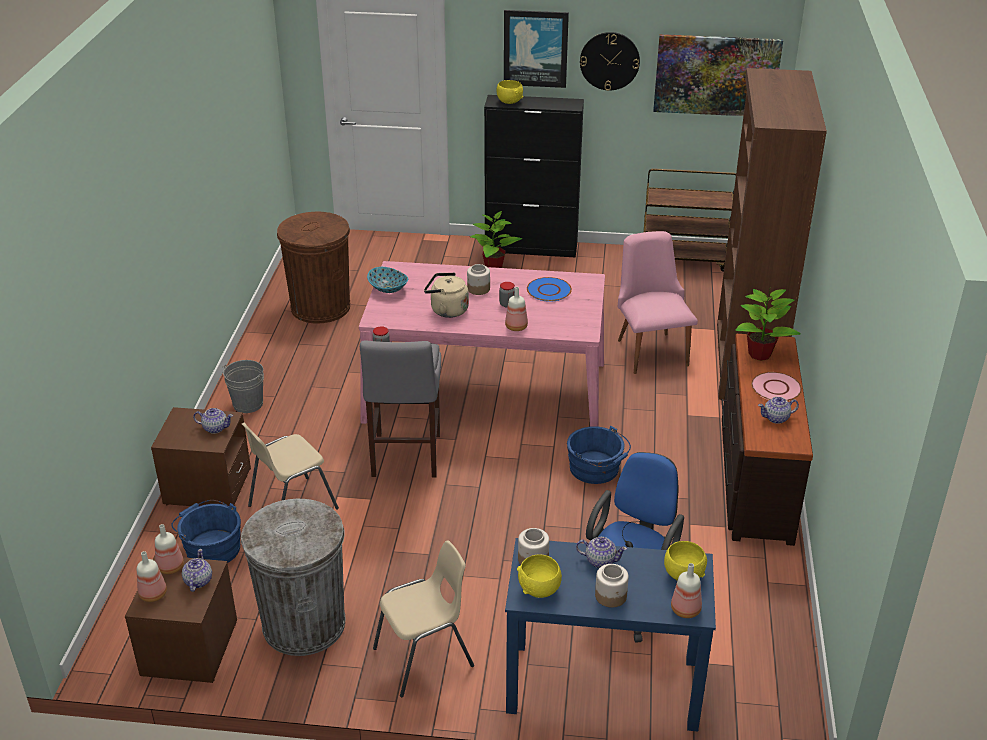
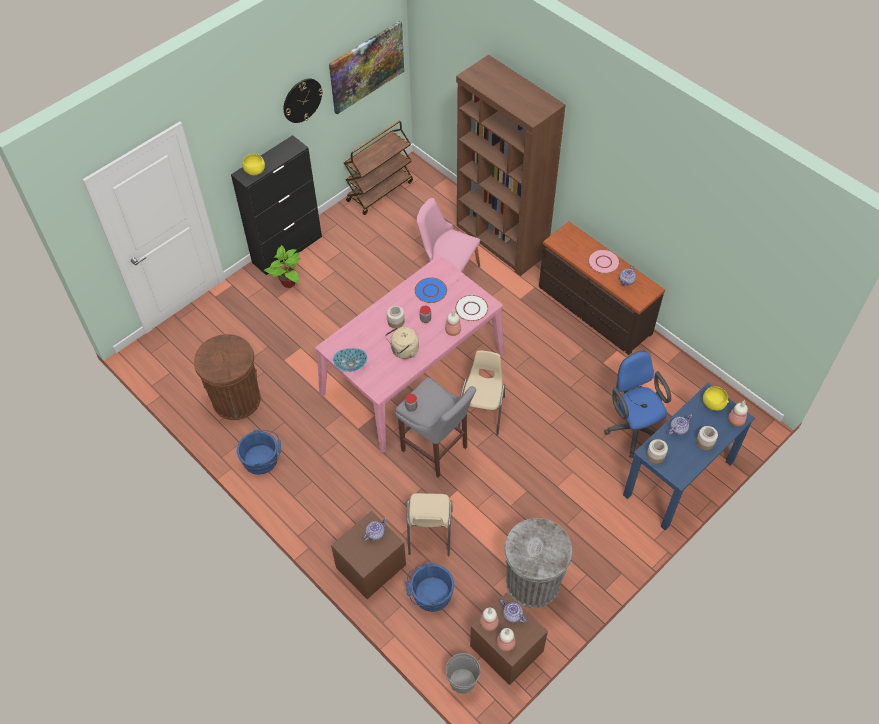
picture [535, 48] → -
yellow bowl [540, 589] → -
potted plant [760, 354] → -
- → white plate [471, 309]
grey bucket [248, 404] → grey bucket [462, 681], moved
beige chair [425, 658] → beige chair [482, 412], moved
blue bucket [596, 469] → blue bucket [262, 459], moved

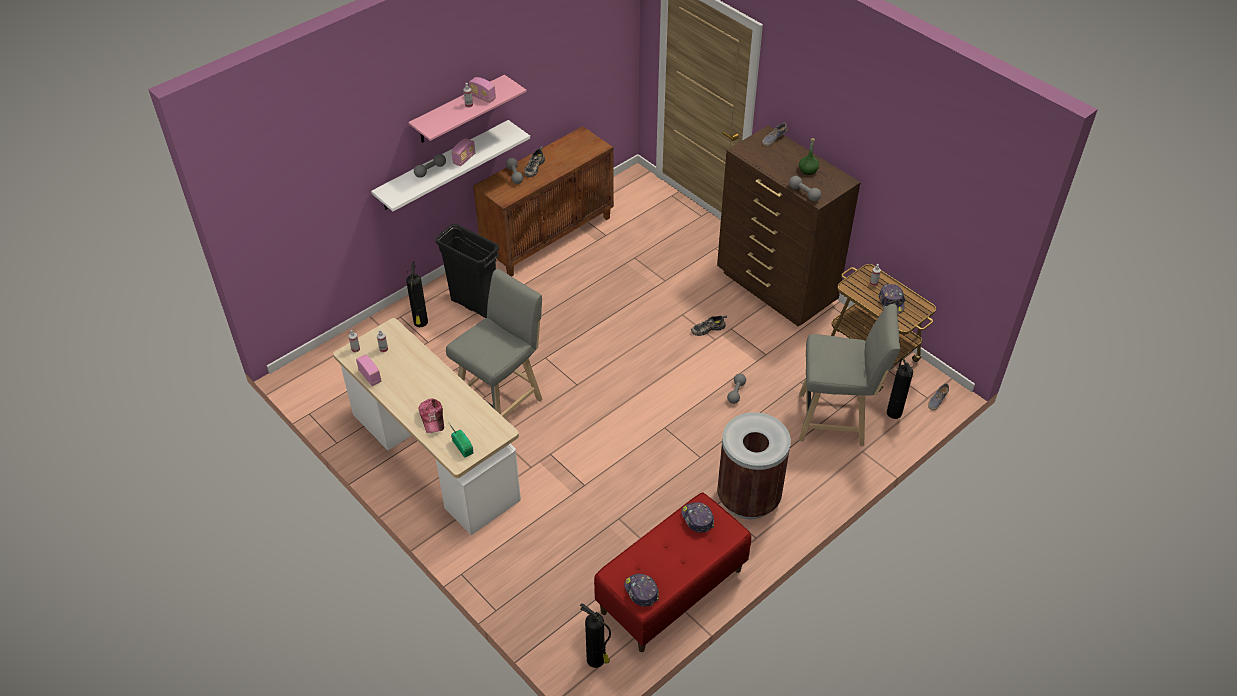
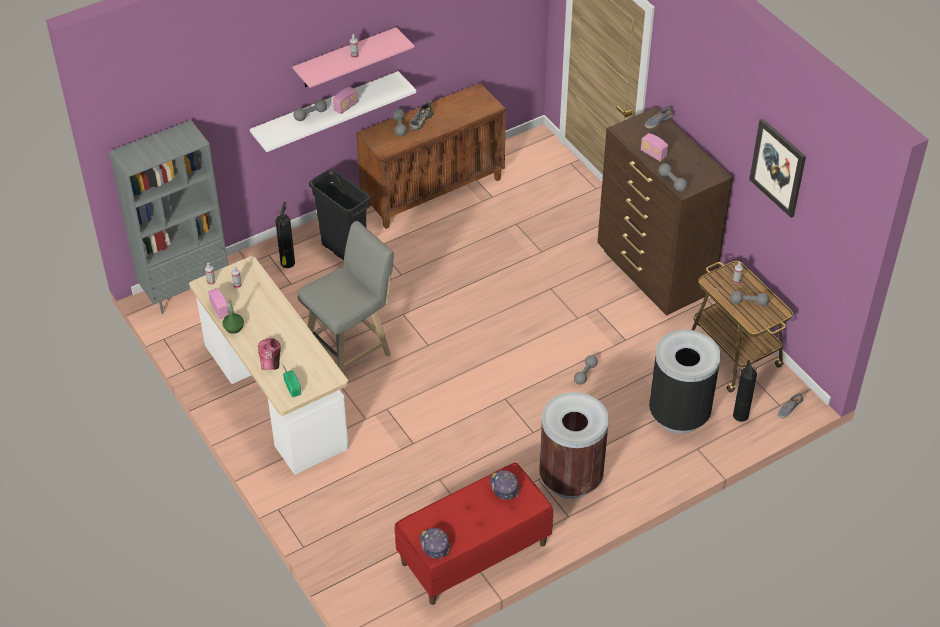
fire extinguisher [596, 660] → -
shoe [708, 328] → -
- → grey bookcase [186, 290]
- → picture [778, 167]
radio [482, 97] → radio [653, 154], moved
green bottle [808, 170] → green bottle [234, 328], moved
grey stool [836, 420] → black trash can [679, 414]
cap [891, 302] → grey dumbbell [748, 303]

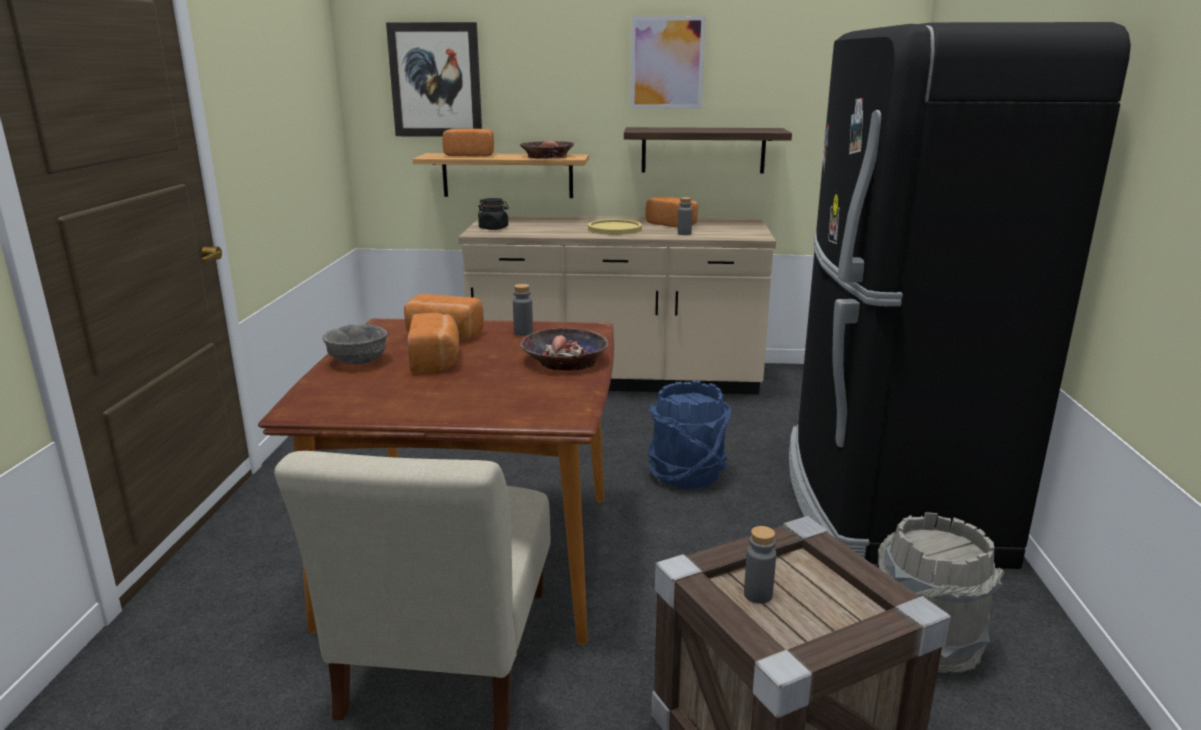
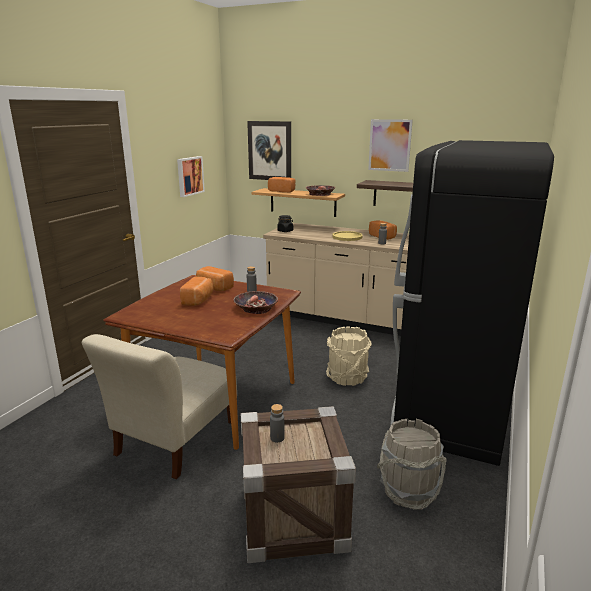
grey bowl [357, 361] → -
- → picture [189, 176]
blue bucket [687, 474] → beige bucket [347, 377]

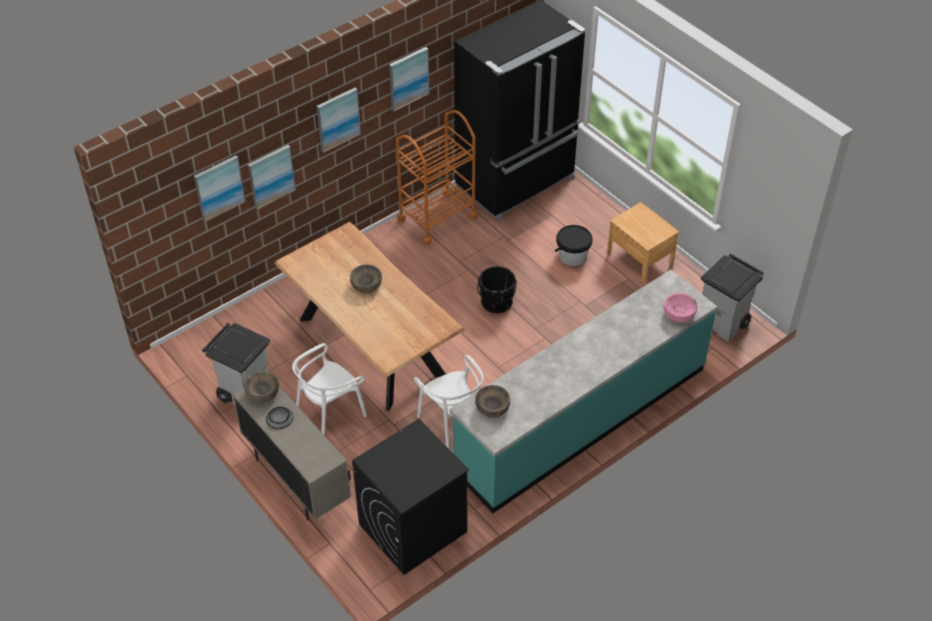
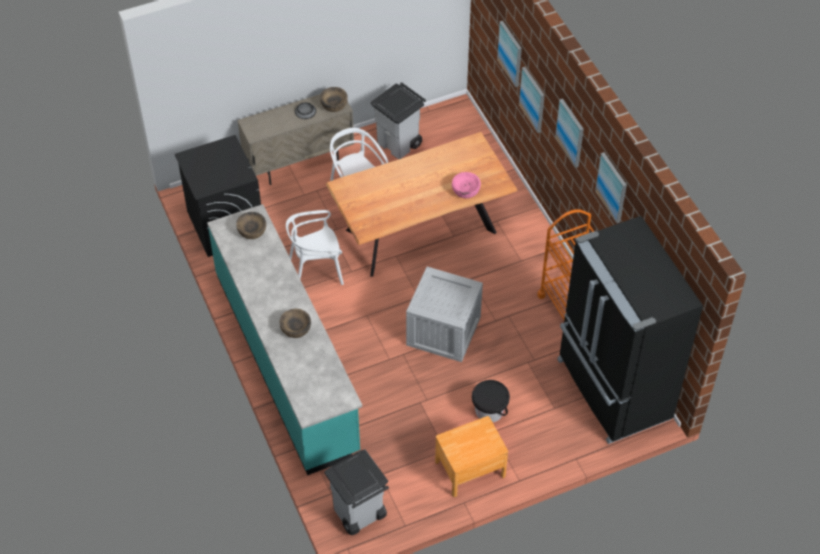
brown bowl [366, 285] → brown bowl [296, 328], moved
pink bowl [679, 314] → pink bowl [466, 190], moved
black bucket [496, 304] → crate [444, 332]

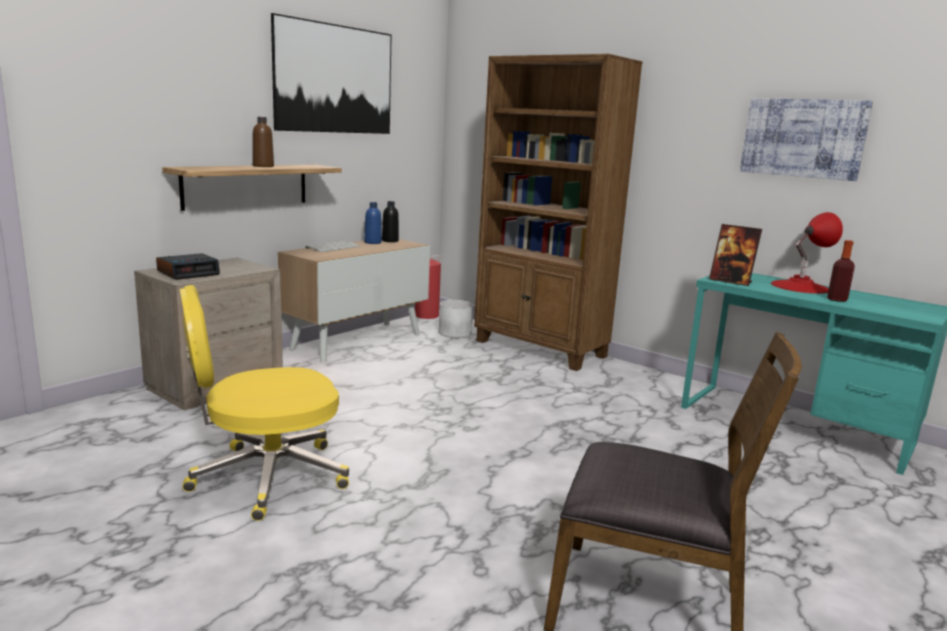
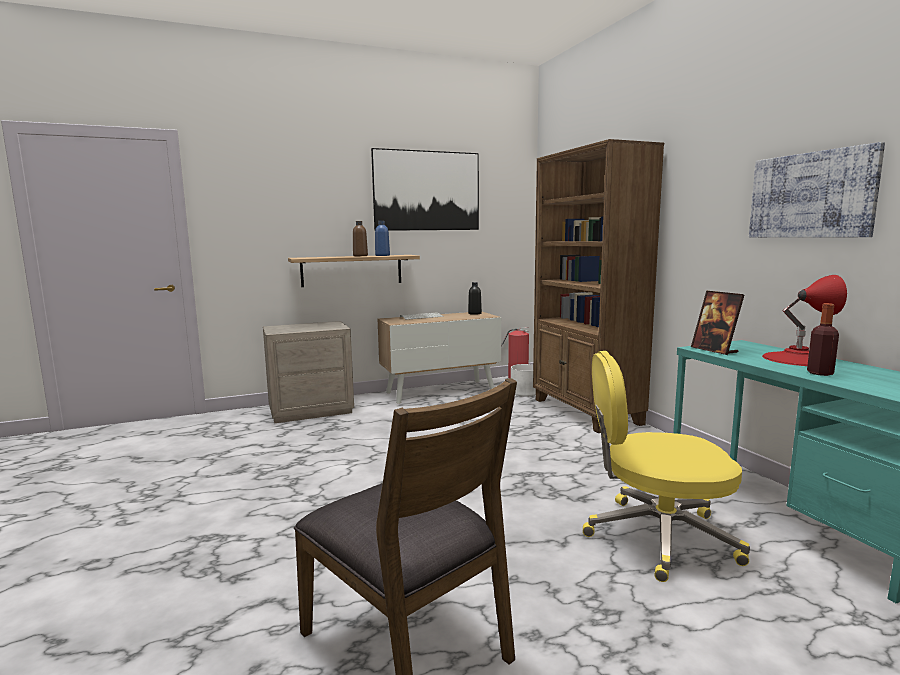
alarm clock [188, 273] → -
yellow office chair [266, 477] → yellow office chair [657, 537], moved
blue bottle [372, 242] → blue bottle [382, 255], moved

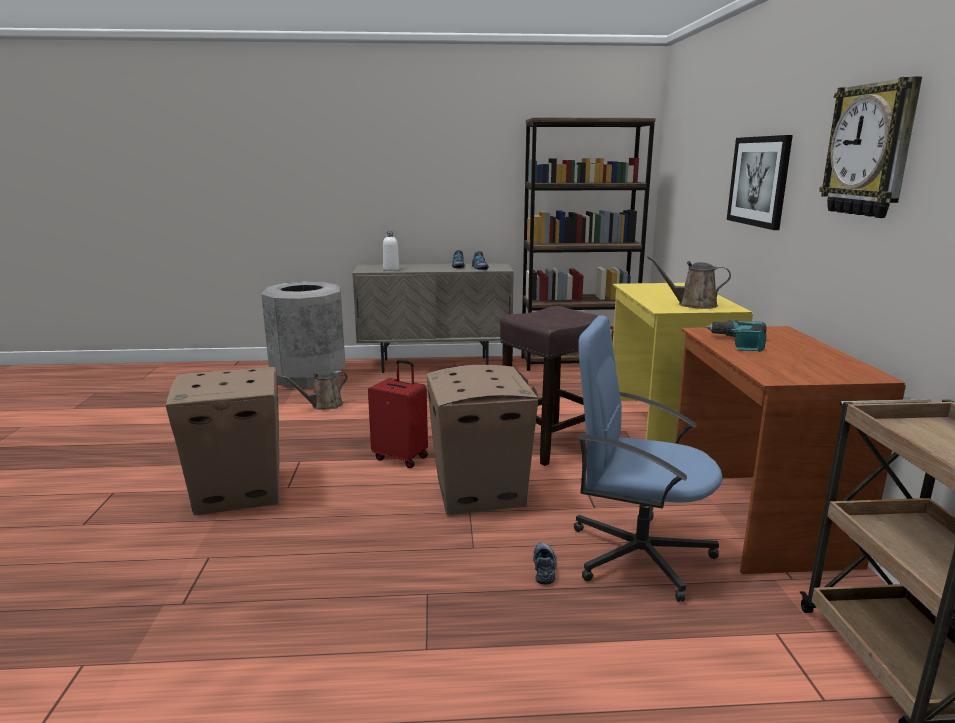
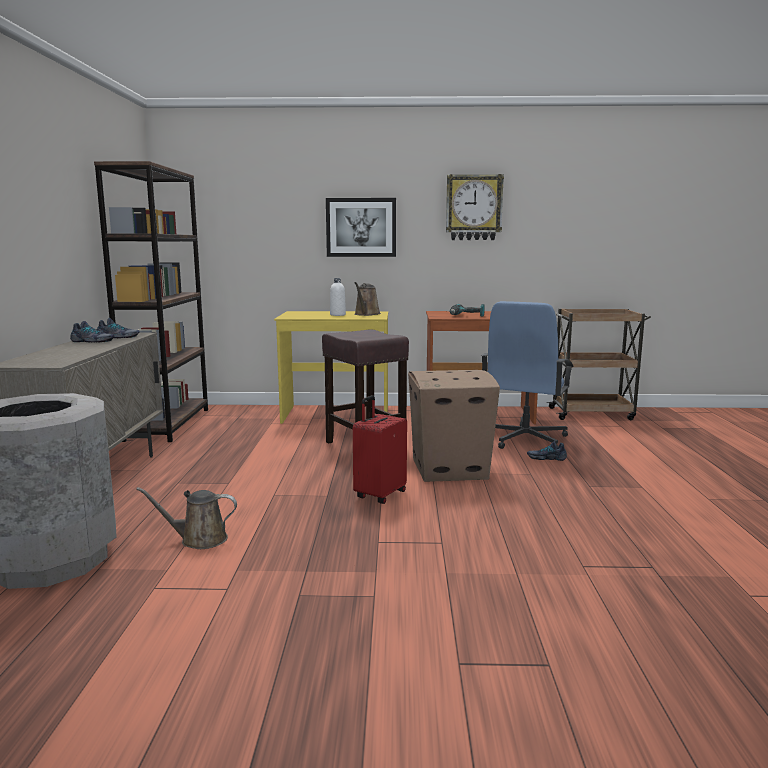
cardboard box [240, 490] → -
white bottle [391, 269] → white bottle [337, 315], moved
brown watering can [324, 405] → brown watering can [199, 539], 120 degrees clockwise

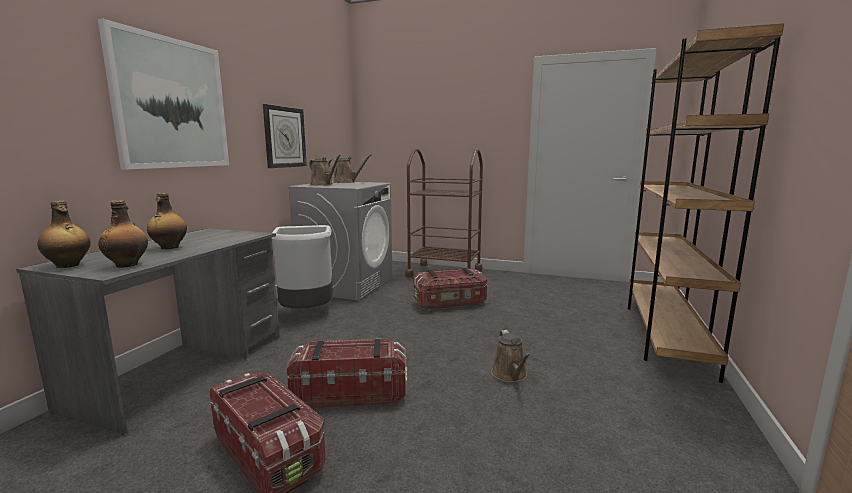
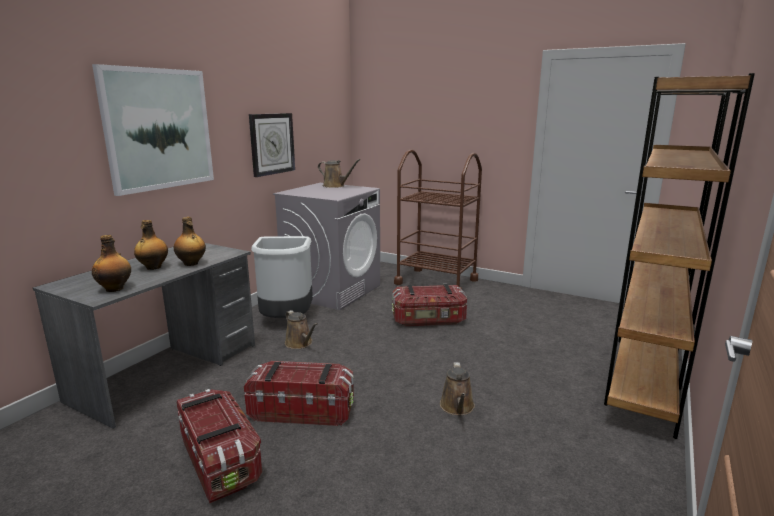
bottle [68, 265] → bottle [191, 264], moved
brown watering can [323, 184] → brown watering can [300, 343], moved

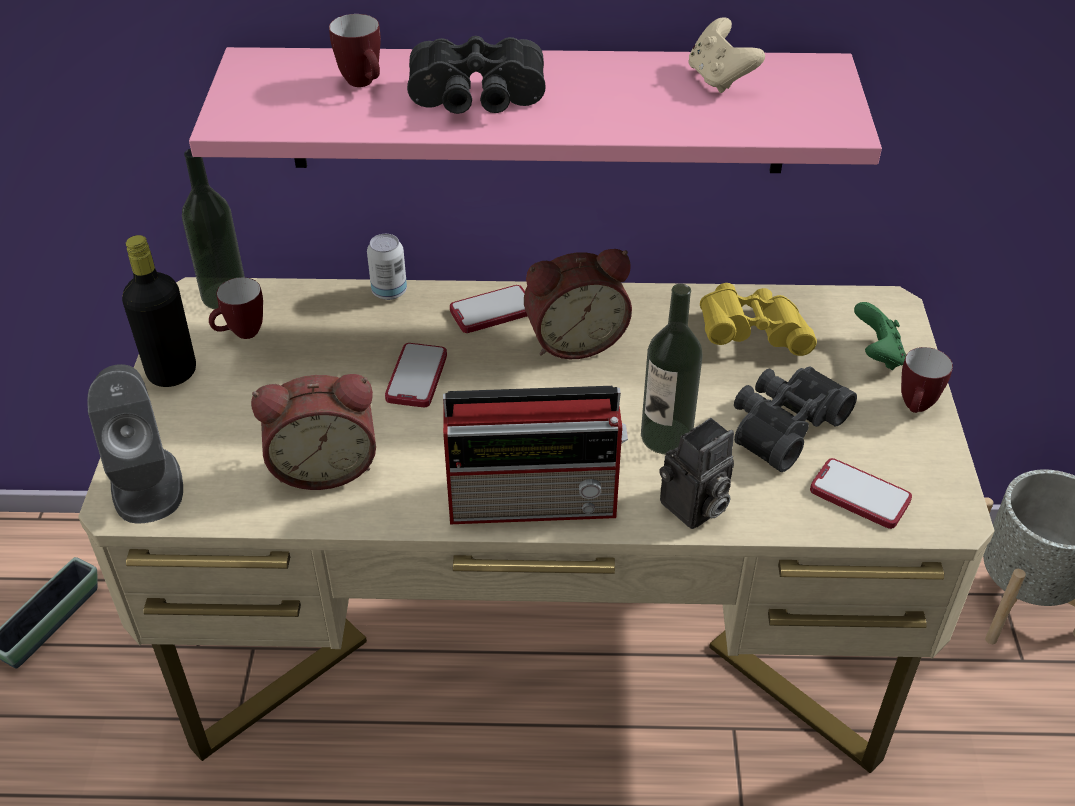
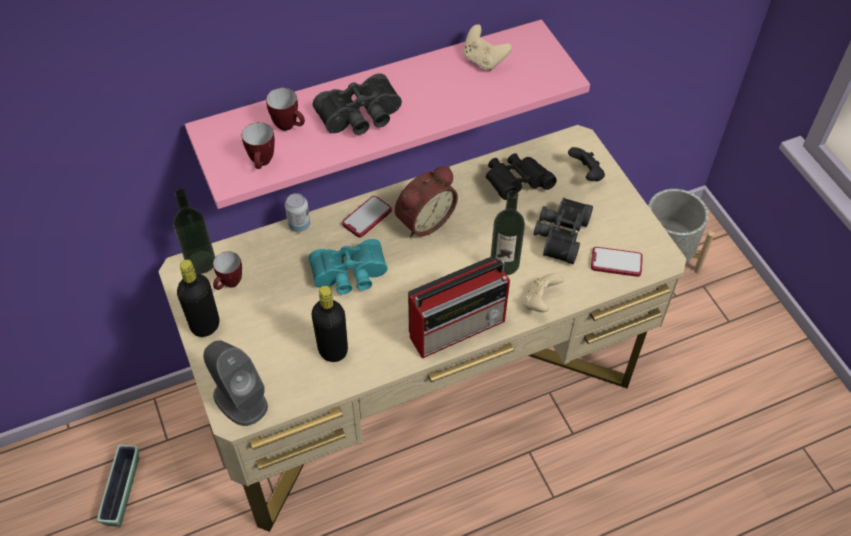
mug [916, 409] → mug [262, 163], moved
alarm clock [324, 465] → black bottle [333, 350]
phone [416, 377] → turquoise binoculars [350, 276]
photo camera [693, 508] → beige game controller [540, 301]
yellow binoculars [751, 335] → black binoculars [516, 184]
green game controller [877, 355] → black game controller [586, 174]

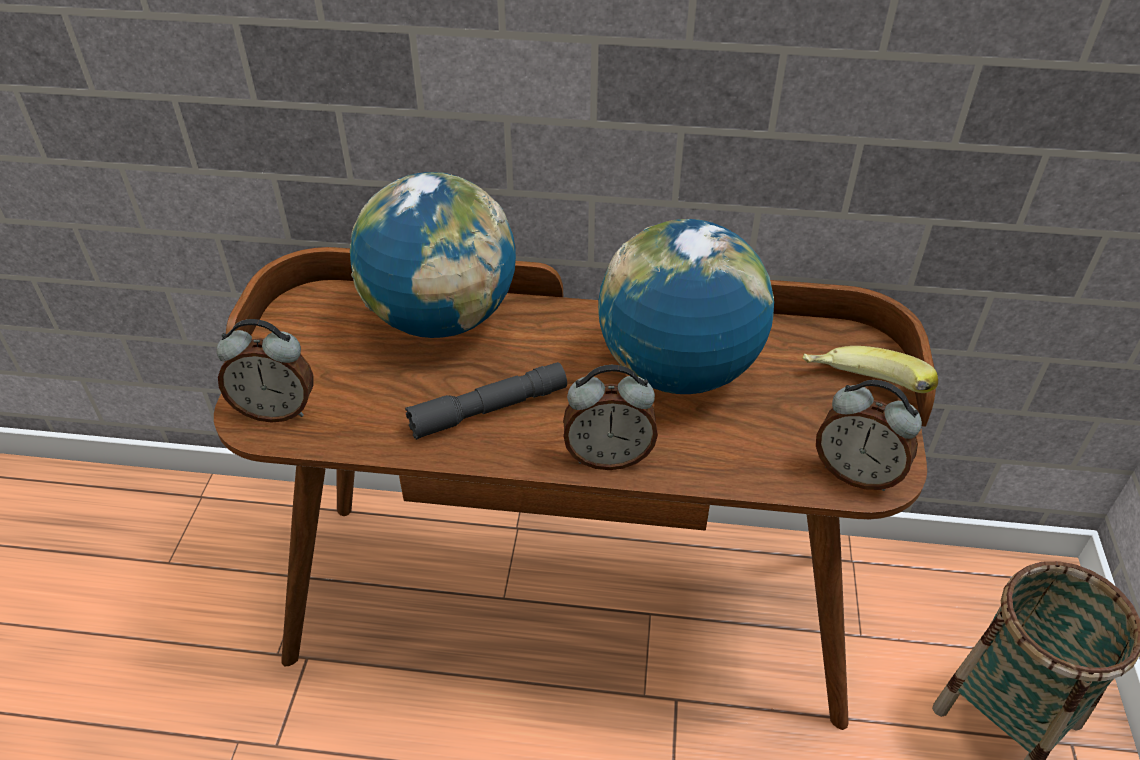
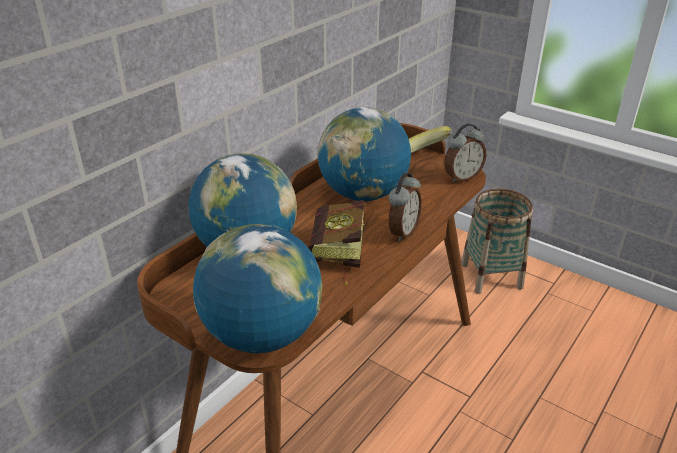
alarm clock [276, 410] → globe [262, 335]
grey flashlight [489, 410] → book [337, 256]

